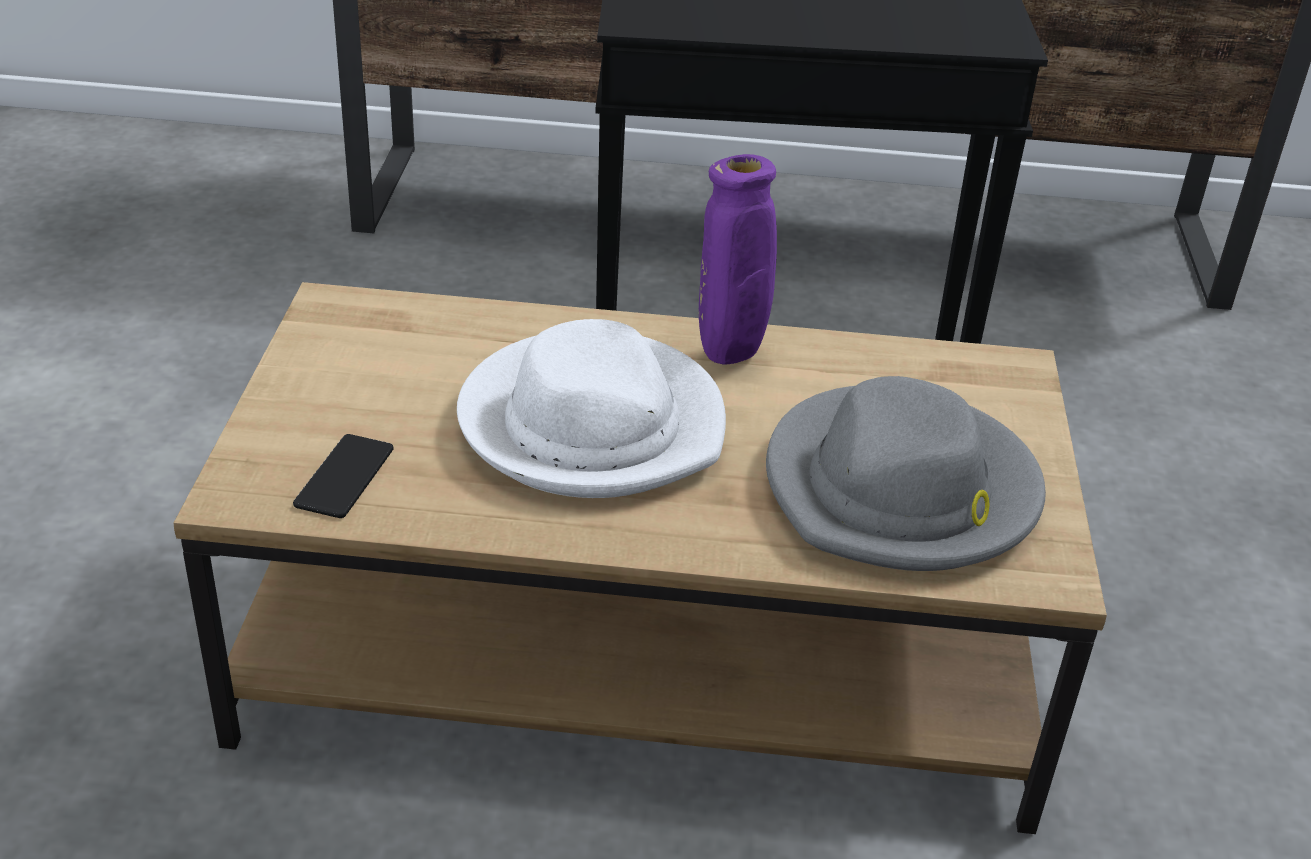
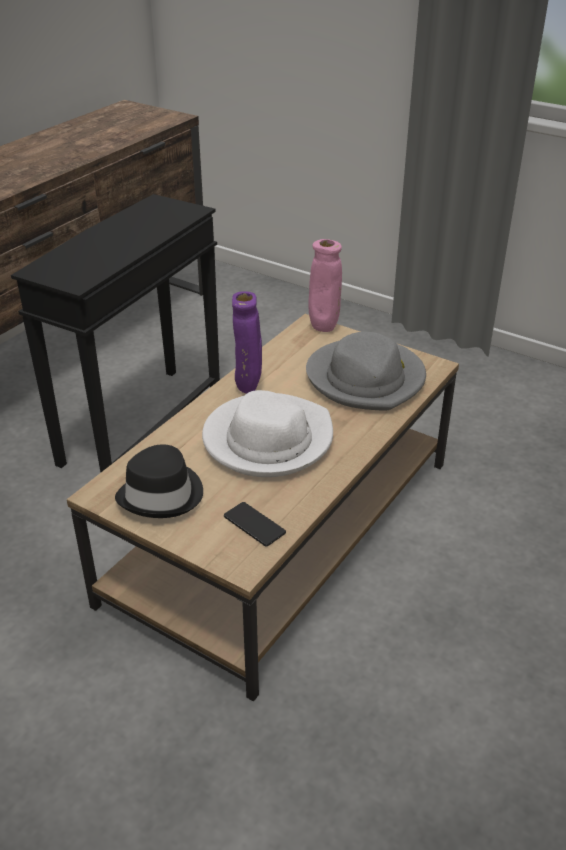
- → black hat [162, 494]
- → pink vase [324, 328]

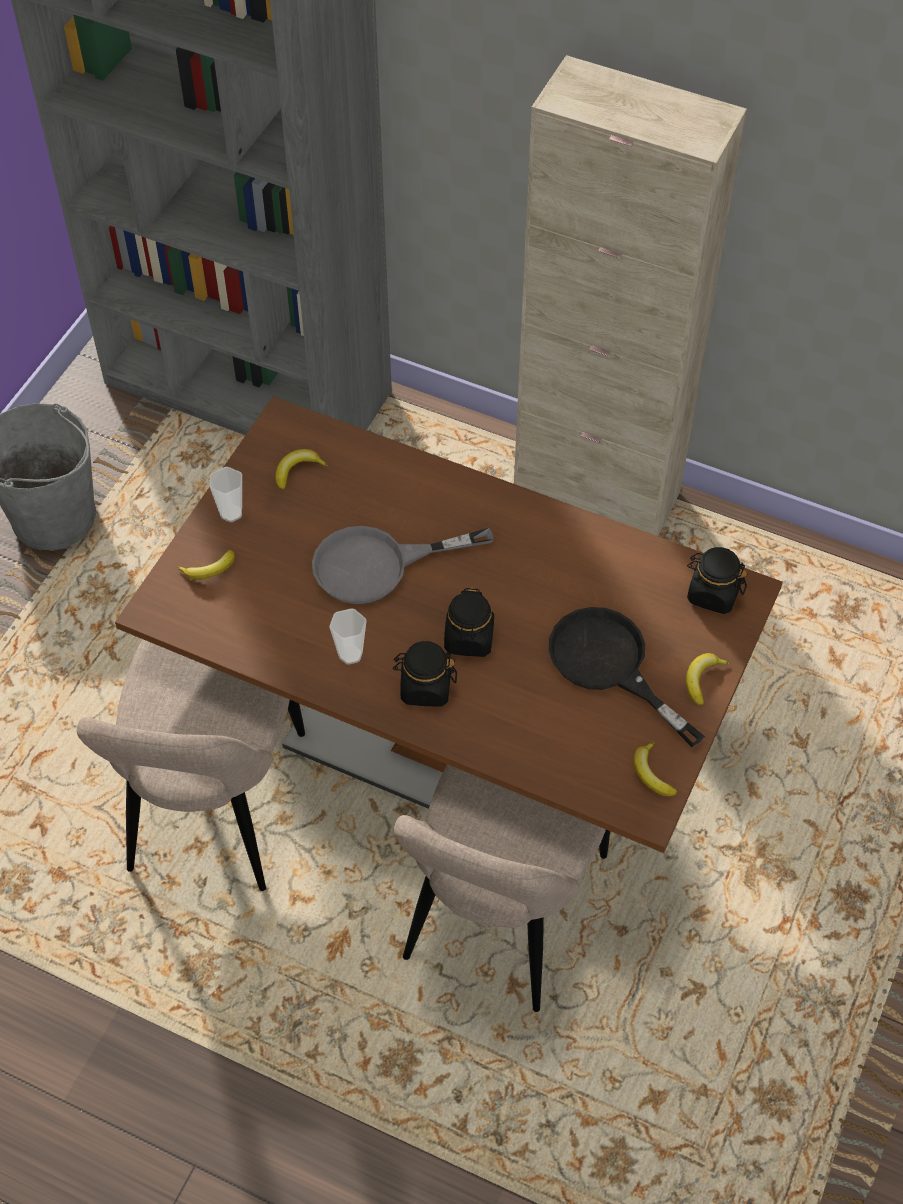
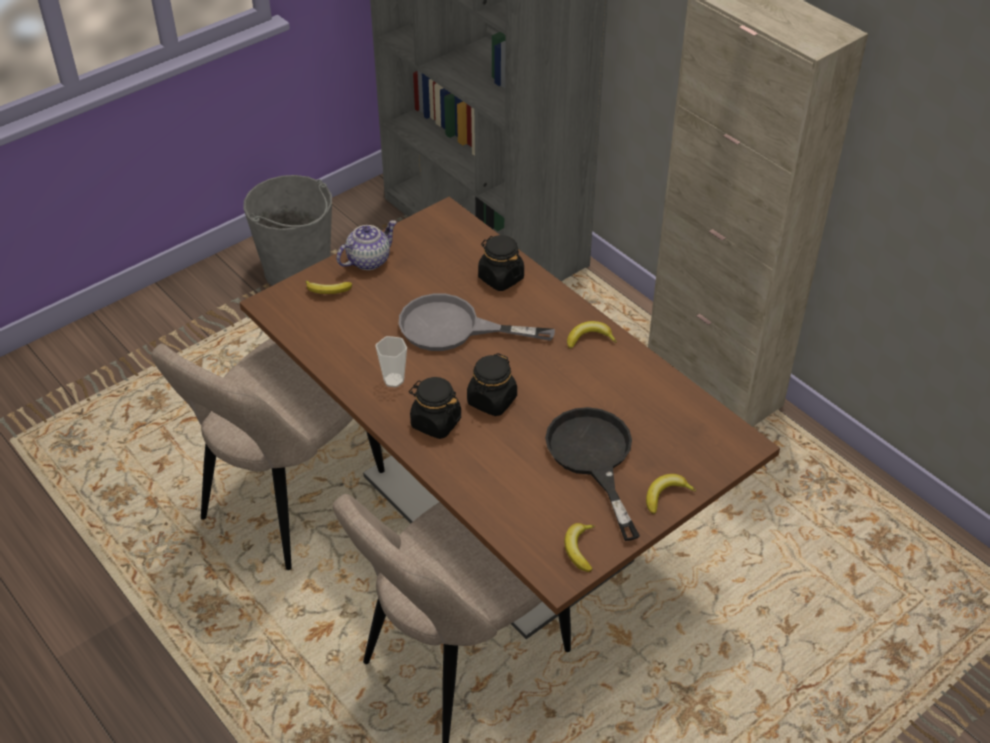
banana [297, 471] → banana [589, 339], moved
black jar [713, 594] → black jar [500, 278], moved
cup [231, 513] → teapot [368, 260]

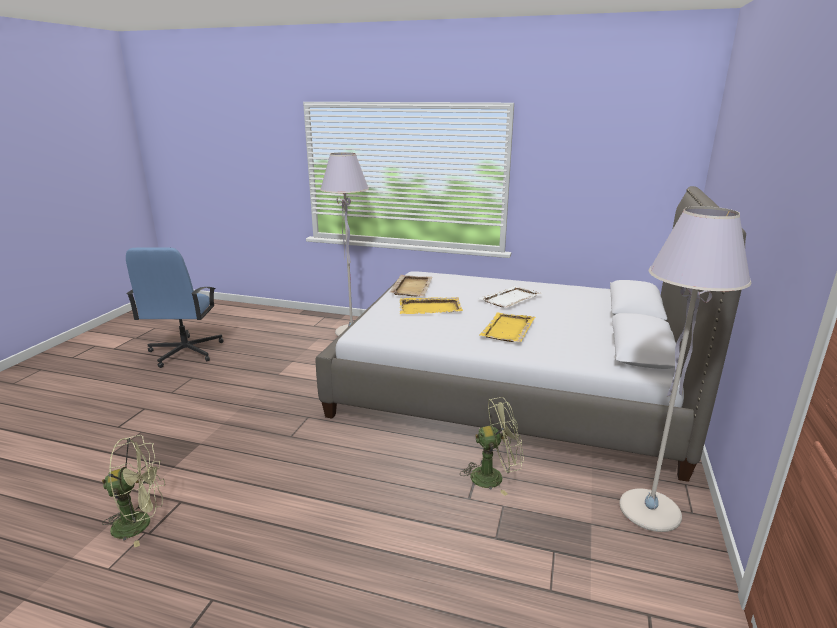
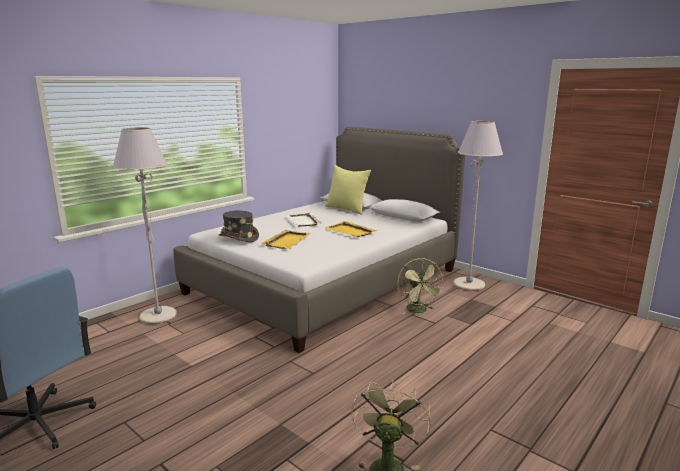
- → yellow pillow [347, 209]
beige tray [412, 287] → grey hat [238, 238]
green fan [493, 476] → green fan [419, 311], 150 degrees clockwise

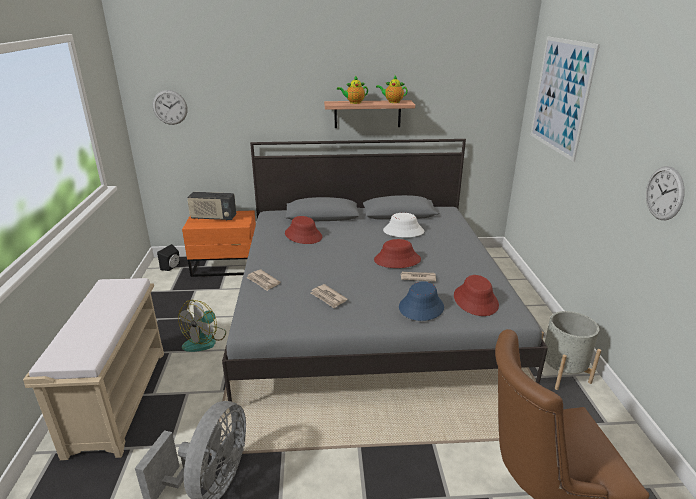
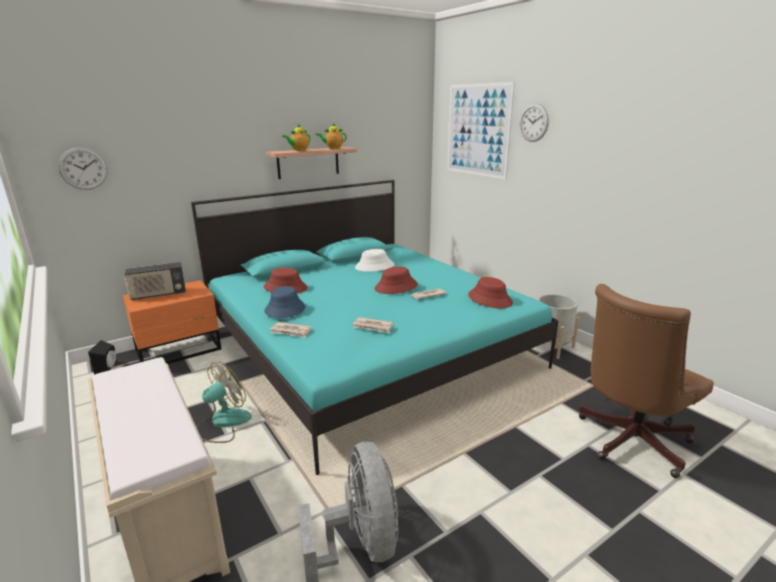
blue hat [421, 307] → blue hat [285, 309], moved
wall clock [664, 193] → wall clock [533, 122], moved
grey bed [369, 311] → turquoise bed [368, 348]
fan [205, 340] → fan [222, 423], 135 degrees counterclockwise

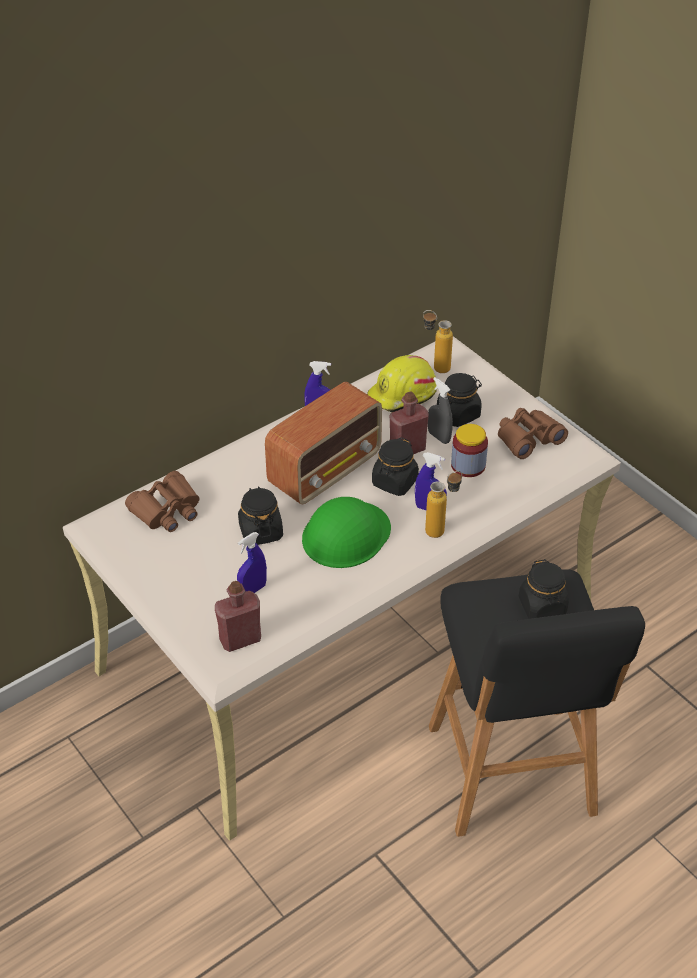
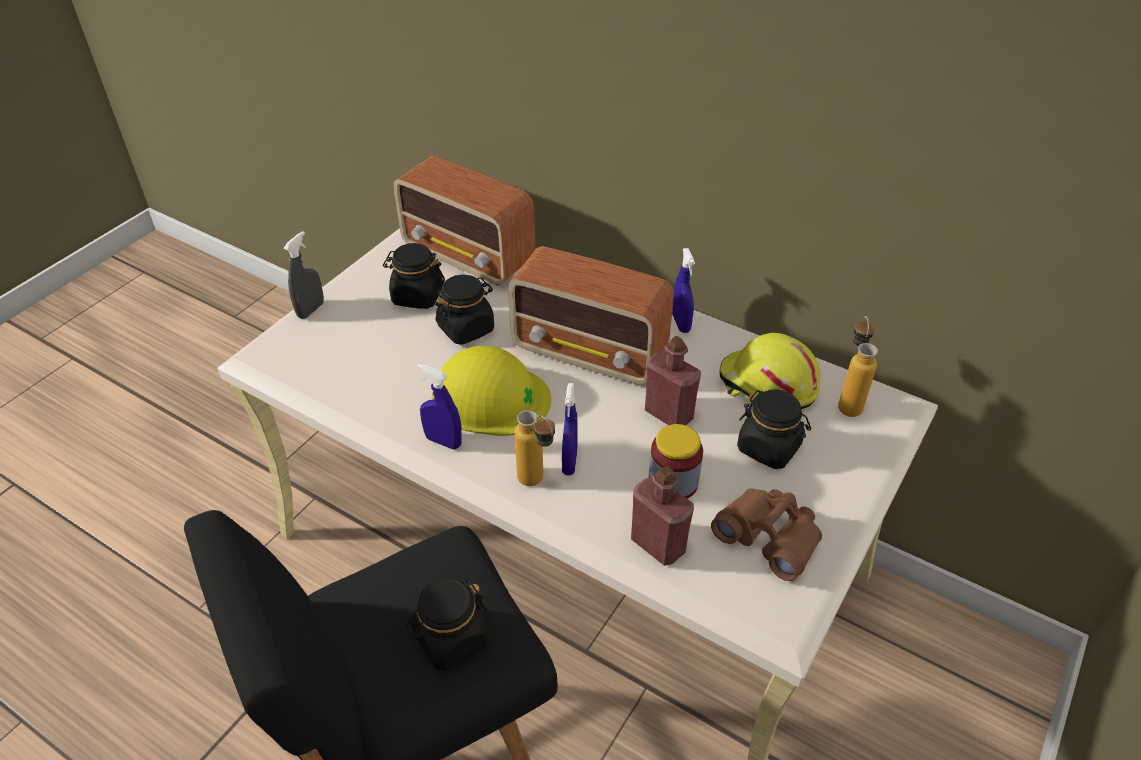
red bottle [240, 639] → red bottle [658, 544], moved
blue spray bottle [253, 590] → blue spray bottle [443, 441], moved
black jar [394, 482] → black jar [417, 296], moved
grey spray bottle [439, 437] → grey spray bottle [311, 310], moved
brown binoculars [167, 510] → radio [469, 256]
green hard hat [346, 534] → yellow hard hat [490, 397]

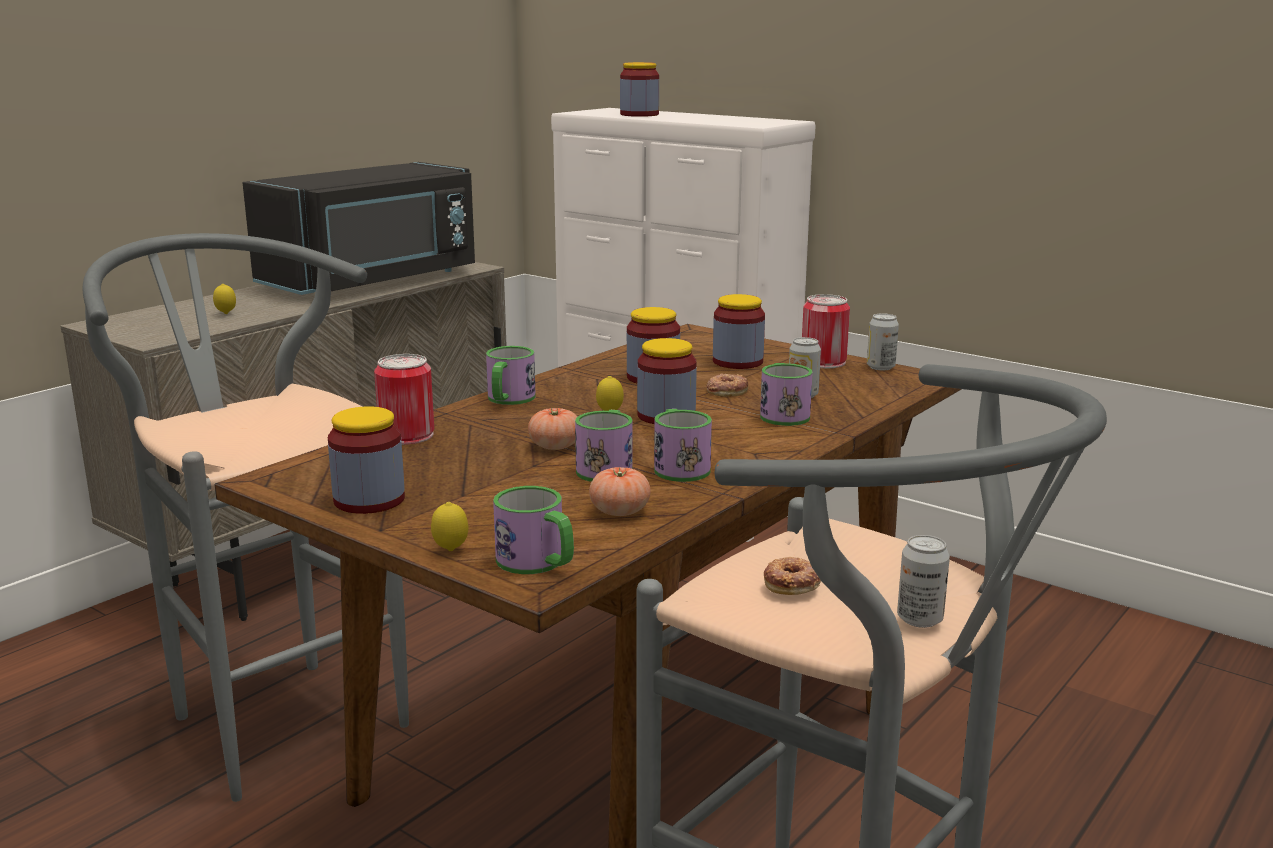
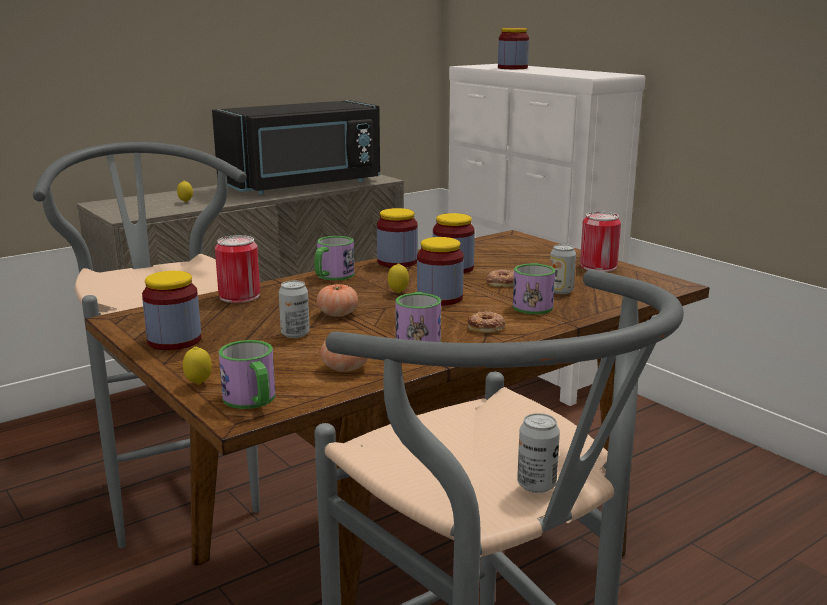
mug [607, 468] → -
jar [737, 362] → jar [397, 262], moved
donut [792, 583] → donut [486, 327], moved
can [880, 367] → can [295, 334], moved

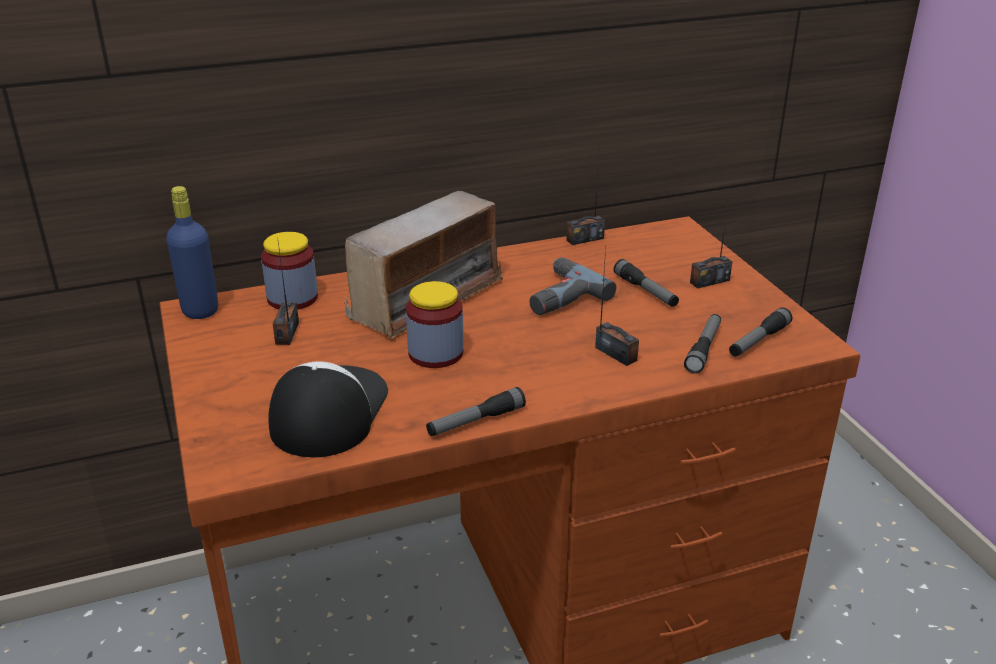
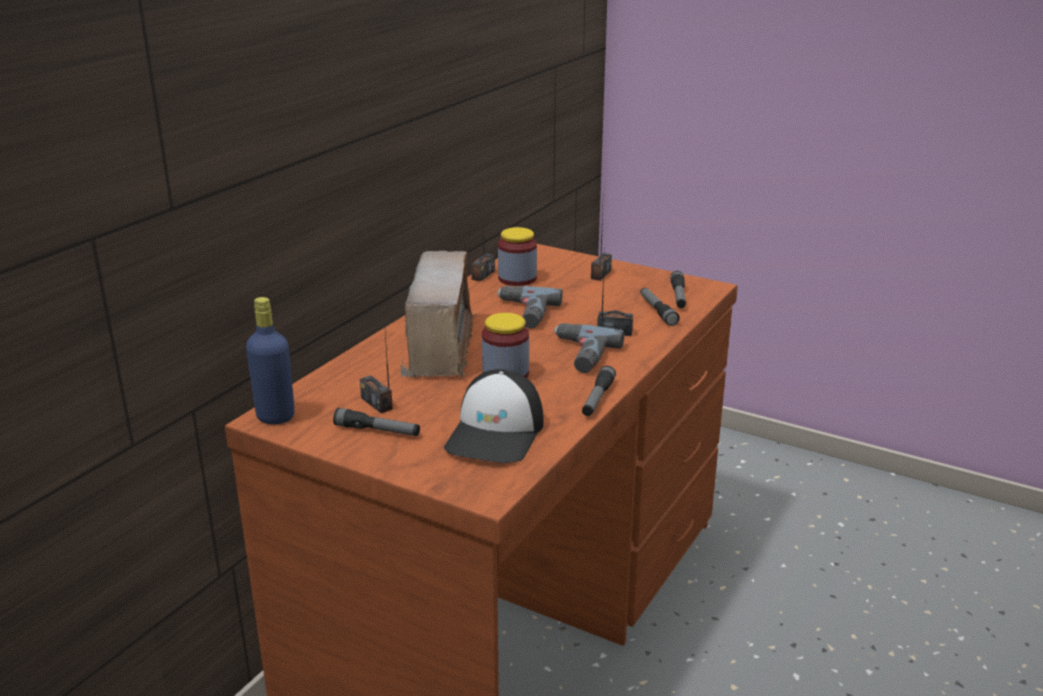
- → power drill [580, 355]
jar [292, 298] → jar [517, 278], moved
flashlight [645, 291] → flashlight [377, 431], moved
cap [328, 412] → cap [496, 433], 135 degrees counterclockwise

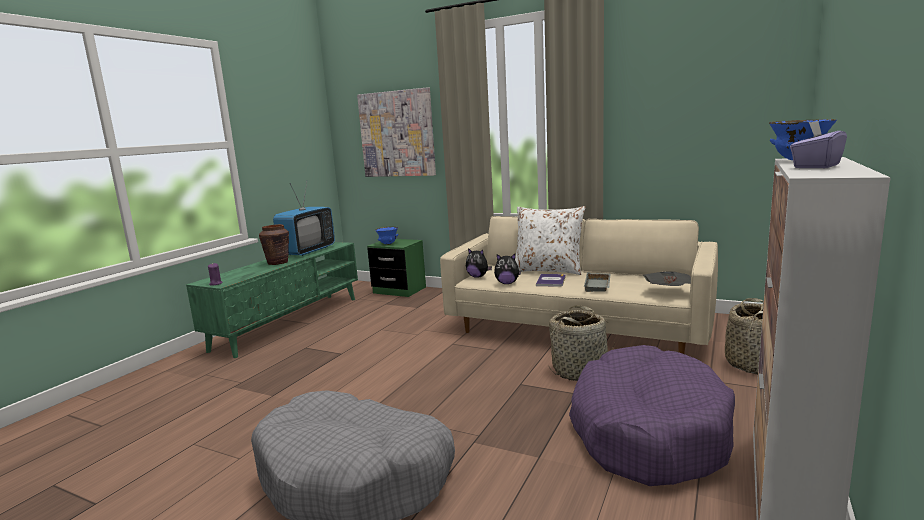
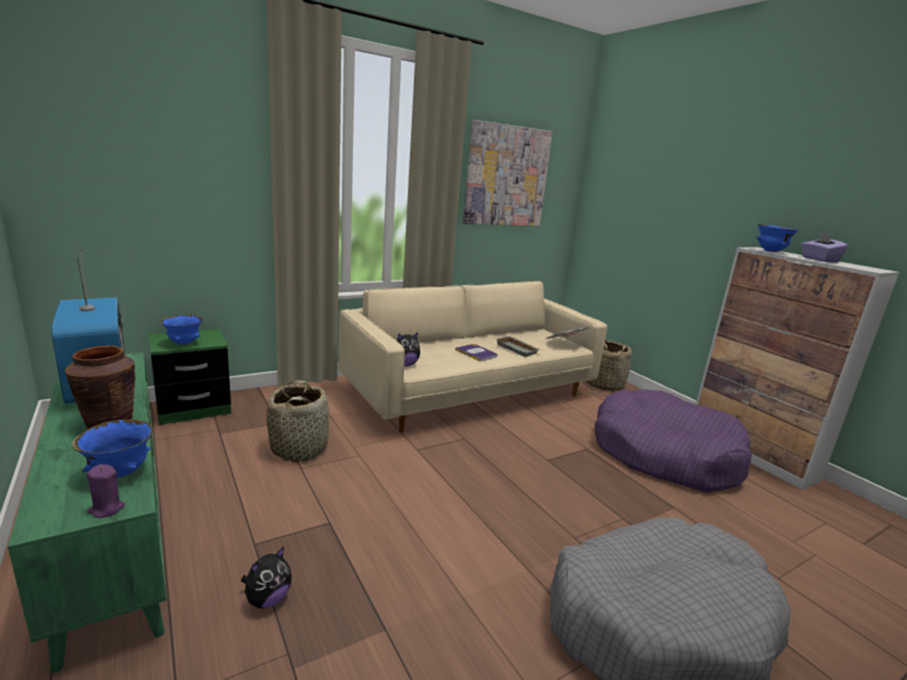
white pillow [548, 270] → -
- → blue bowl [120, 473]
picture [397, 134] → picture [506, 176], moved
plush toy [507, 283] → plush toy [267, 599], moved
basket [579, 371] → basket [299, 448], moved

